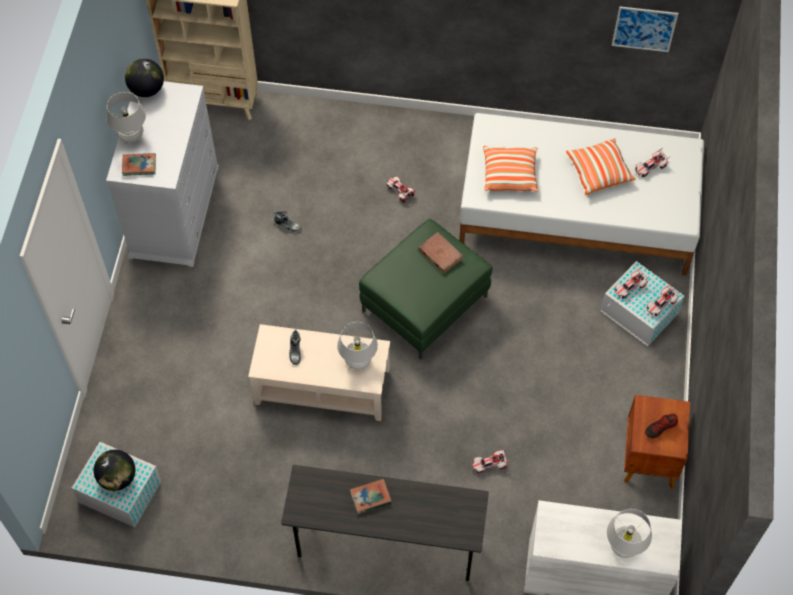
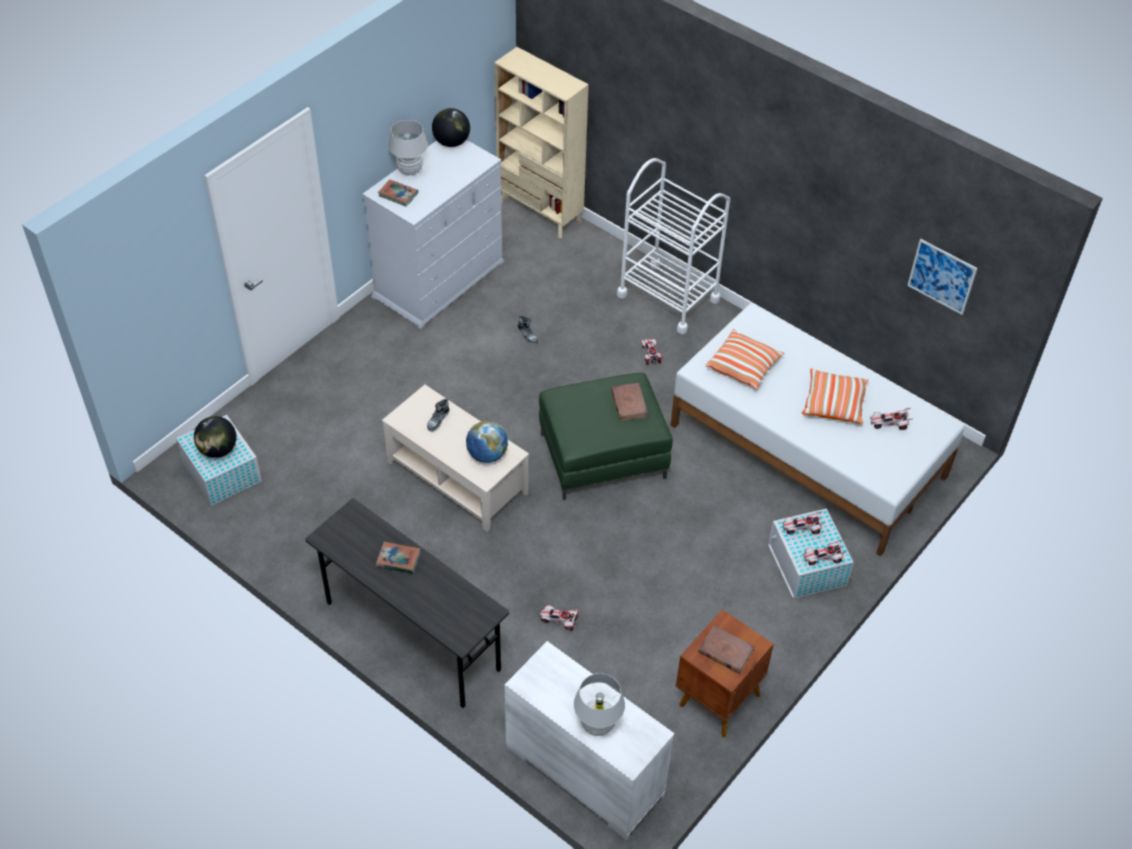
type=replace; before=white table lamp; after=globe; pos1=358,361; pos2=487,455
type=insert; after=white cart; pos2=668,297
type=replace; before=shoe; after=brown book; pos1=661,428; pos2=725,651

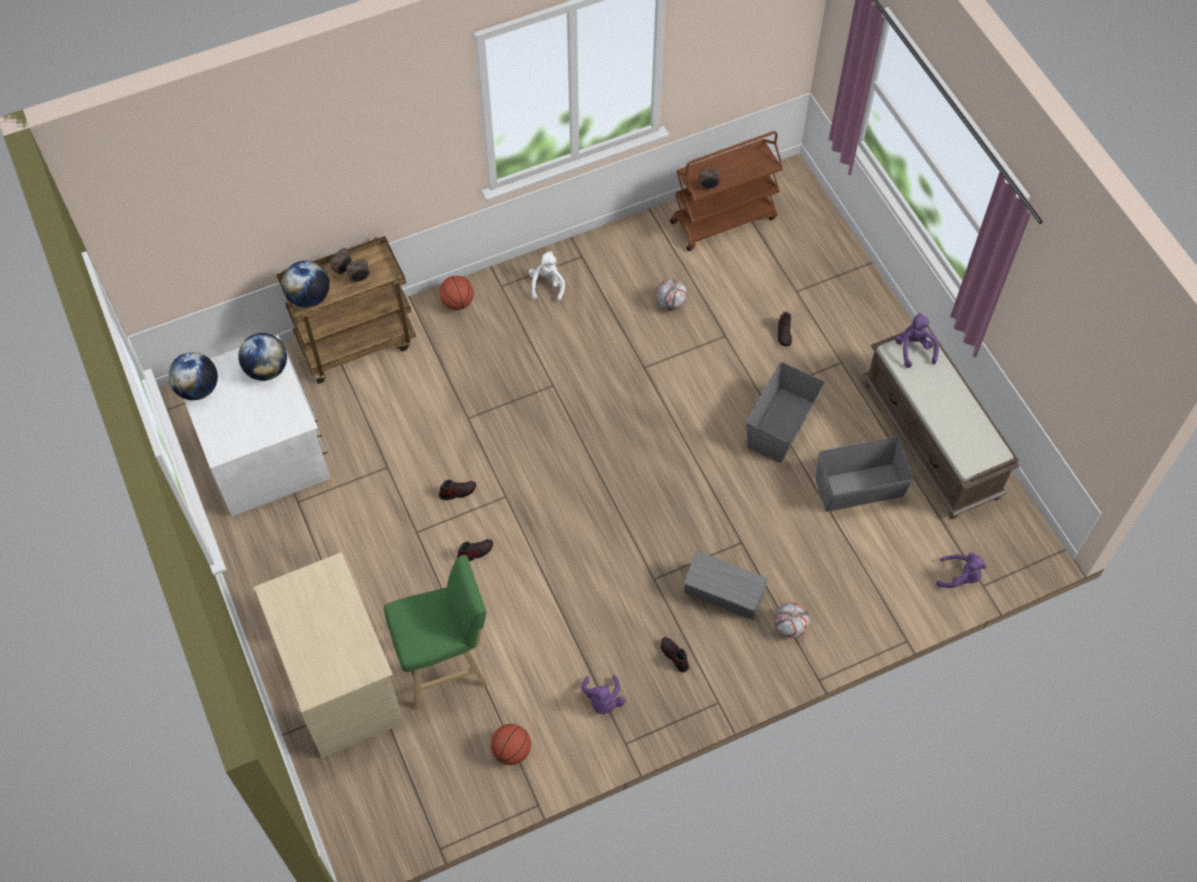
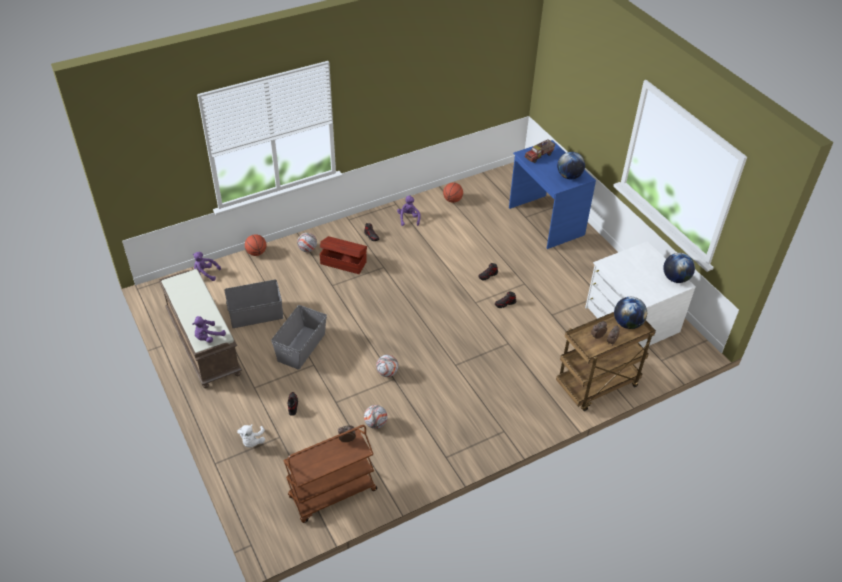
type=rotate; before=purple plush toy; pos1=914,349; pos2=208,337; turn=60
type=move; before=white plush toy; pos1=547,285; pos2=252,441
type=move; before=basketball; pos1=457,302; pos2=256,253
type=recolor; before=grey storage box; after=brown storage box; pos1=724,593; pos2=343,262
type=insert; after=football; pos2=387,373
type=recolor; before=beige desk; after=blue desk; pos1=341,681; pos2=545,221
type=insert; after=toy truck; pos2=539,156
type=move; before=globe; pos1=267,369; pos2=569,176
type=delete; before=green stool; pos1=446,664

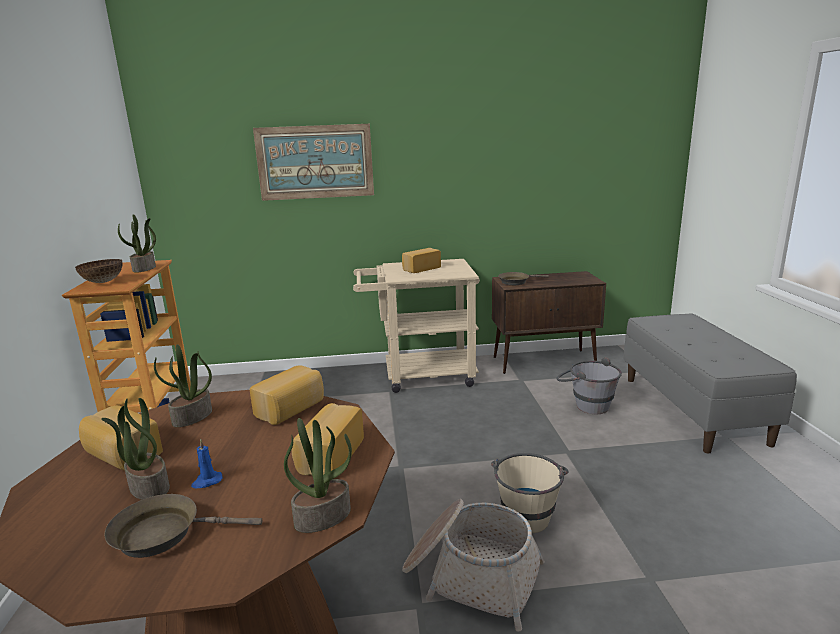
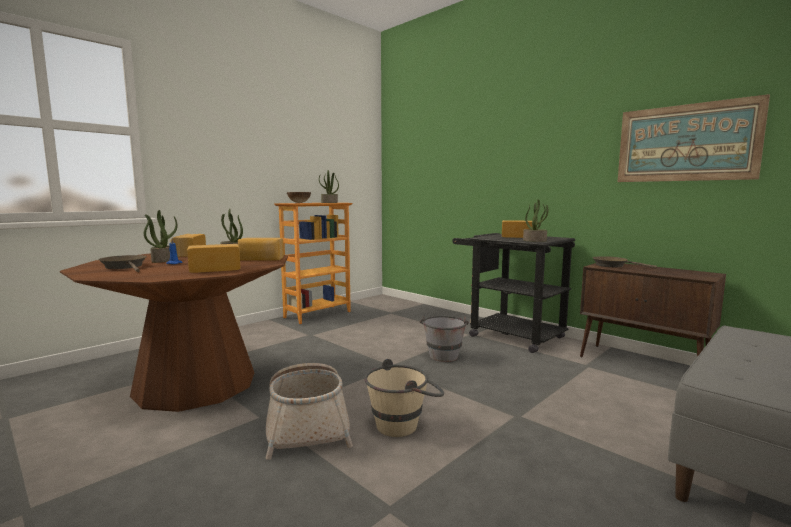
type=move; before=grey bucket; pos1=586,404; pos2=443,354
type=recolor; before=beige cart; after=black cart; pos1=420,375; pos2=508,335
type=move; before=potted plant; pos1=323,516; pos2=535,241
type=move; before=picture; pos1=315,162; pos2=685,143

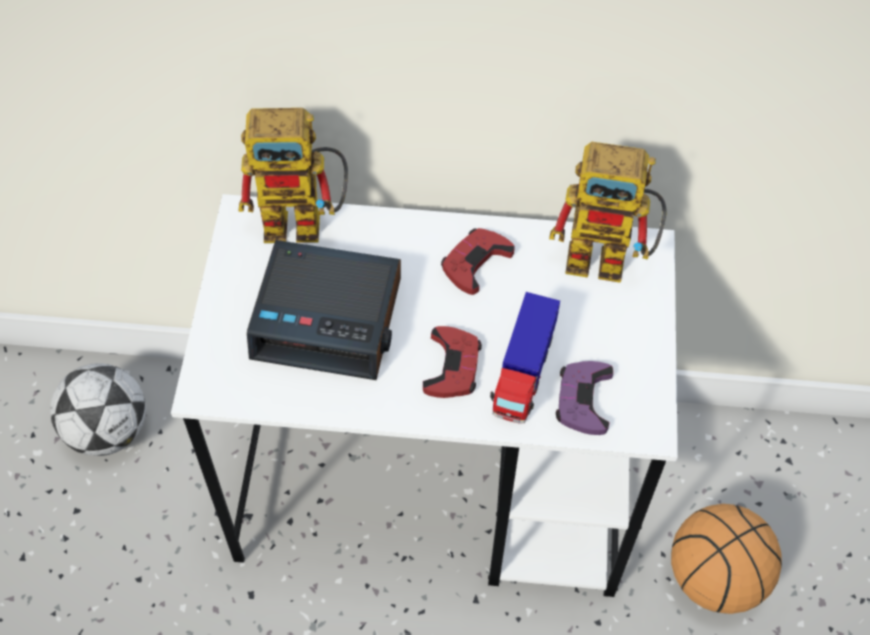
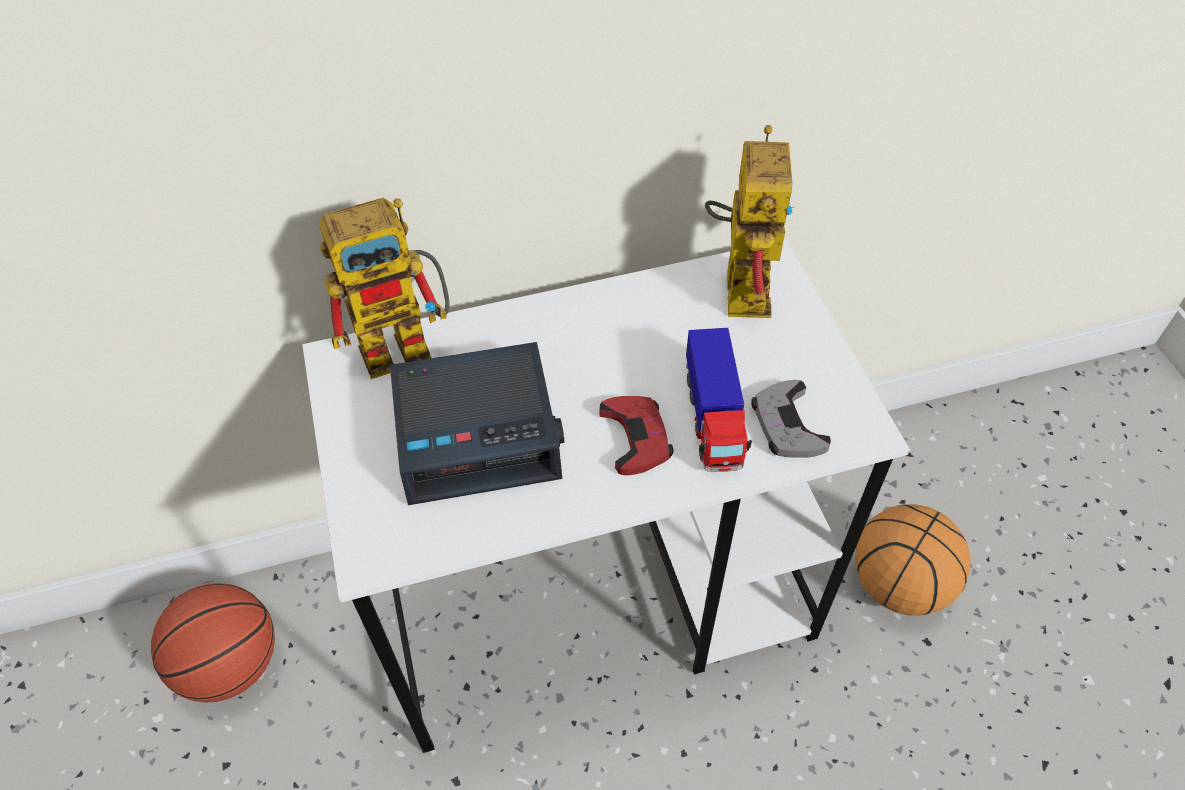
type=replace; before=football; after=basketball; pos1=108,430; pos2=231,664
type=rotate; before=toy robot; pos1=610,258; pos2=740,283; turn=-75
type=recolor; before=purple game controller; after=grey game controller; pos1=583,400; pos2=787,425
type=delete; before=red game controller; pos1=475,263

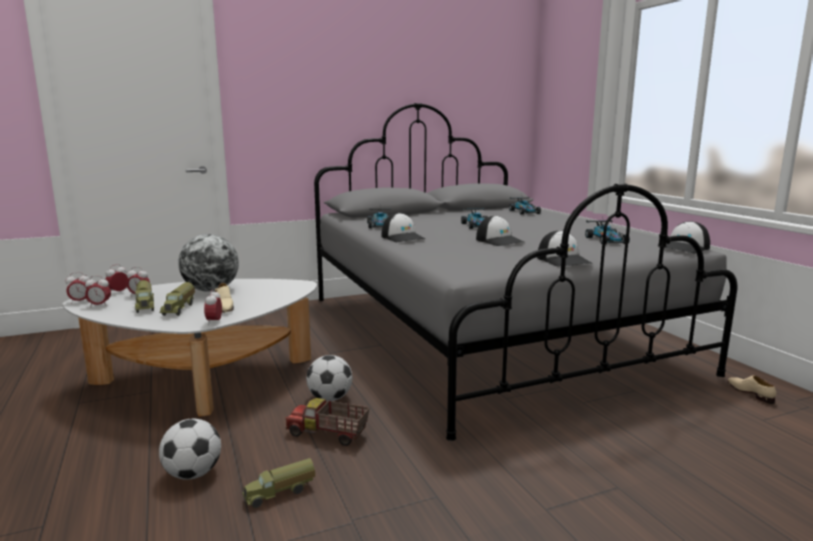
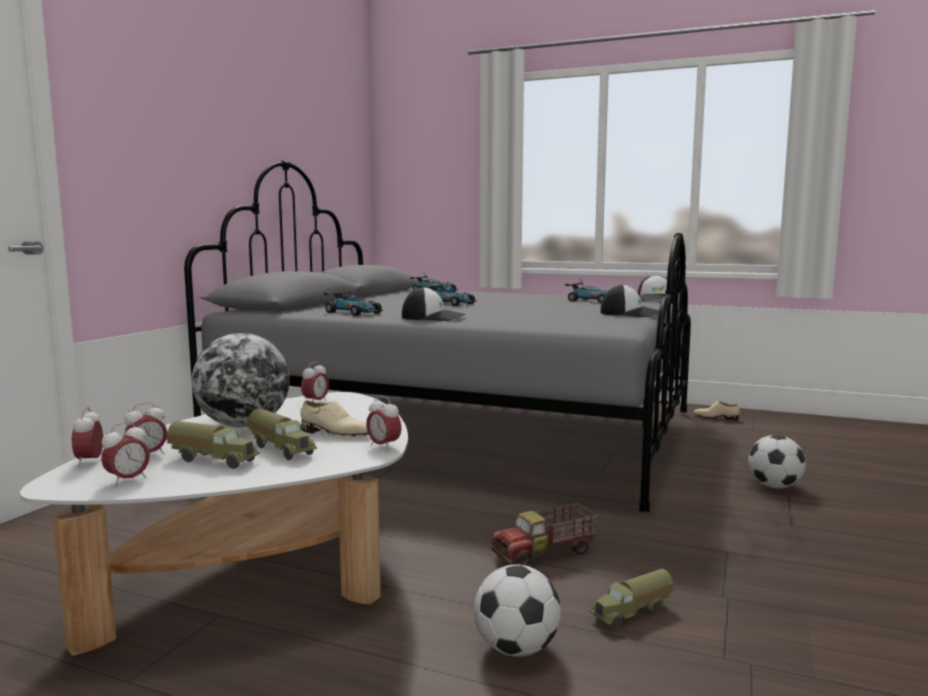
type=move; before=alarm clock; pos1=80,301; pos2=315,402
type=rotate; before=toy truck; pos1=280,494; pos2=632,614; turn=45
type=move; before=football; pos1=330,398; pos2=774,486
type=delete; before=cap; pos1=499,241

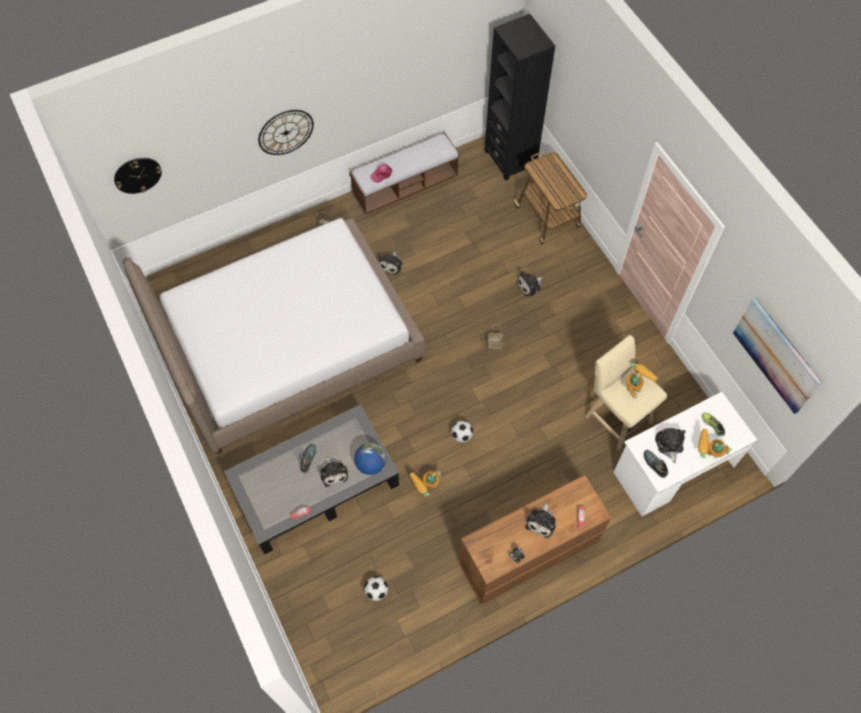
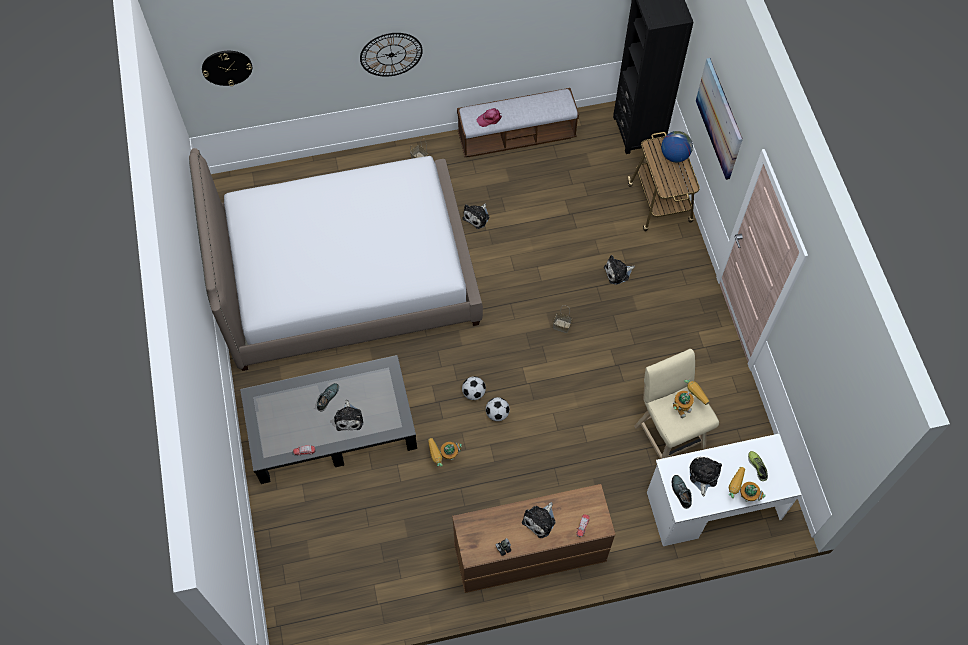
type=move; before=football; pos1=376,591; pos2=474,393
type=move; before=globe; pos1=370,464; pos2=674,155
type=move; before=picture; pos1=776,355; pos2=720,118

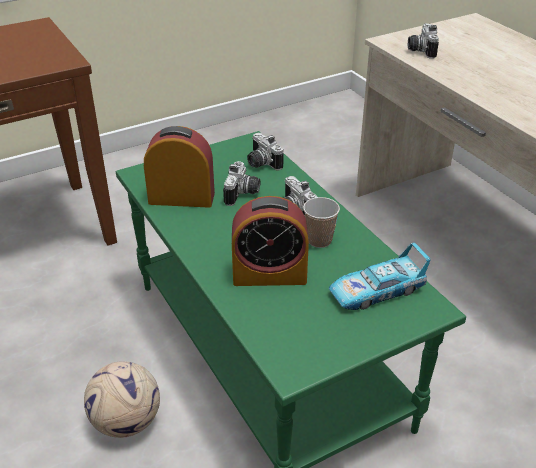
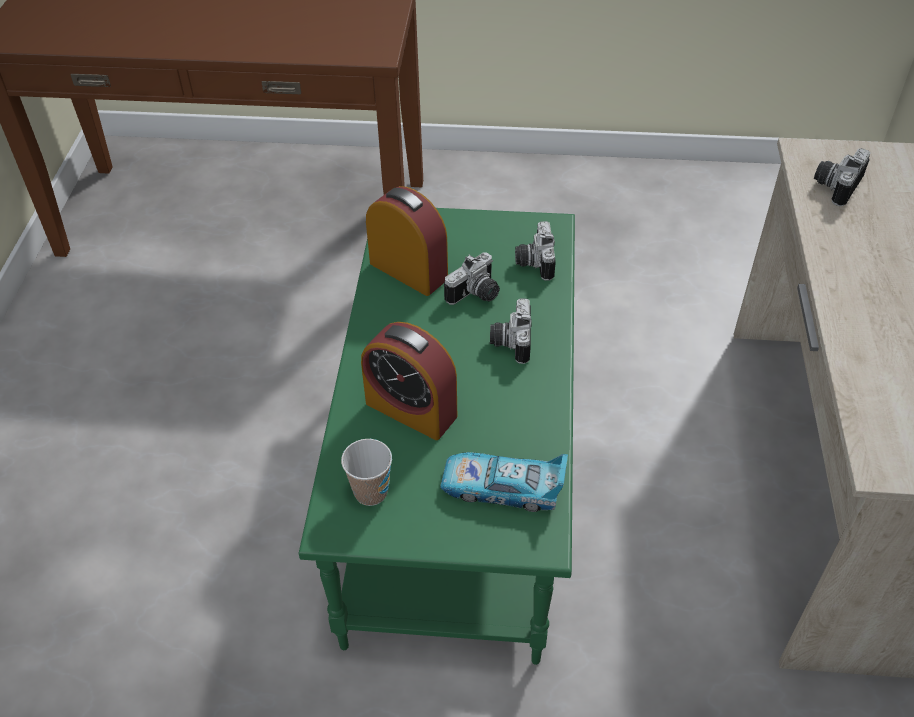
type=move; before=cup; pos1=319,240; pos2=371,492
type=delete; before=football; pos1=126,422

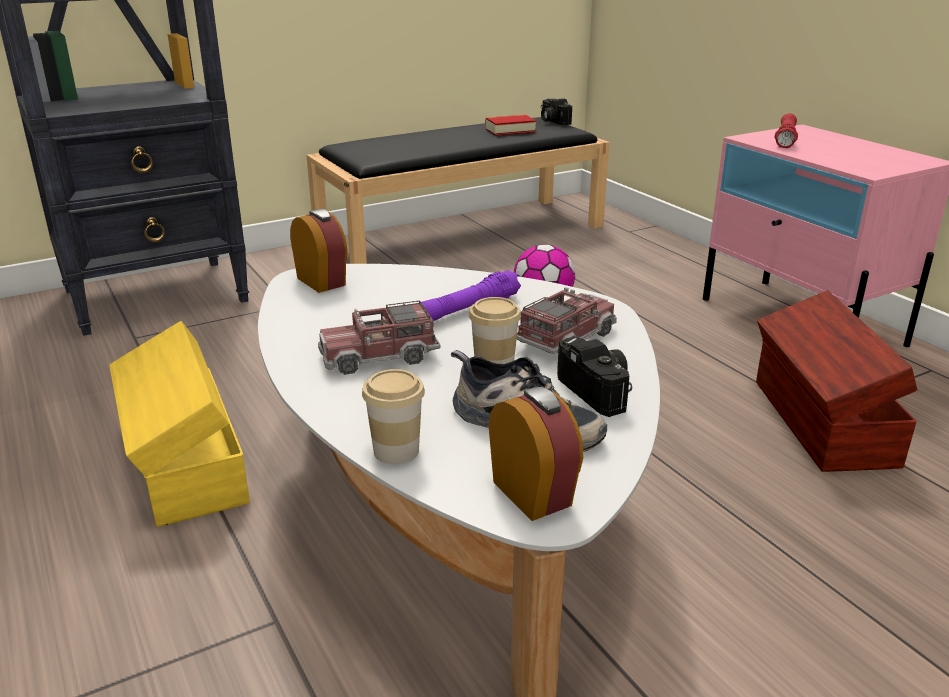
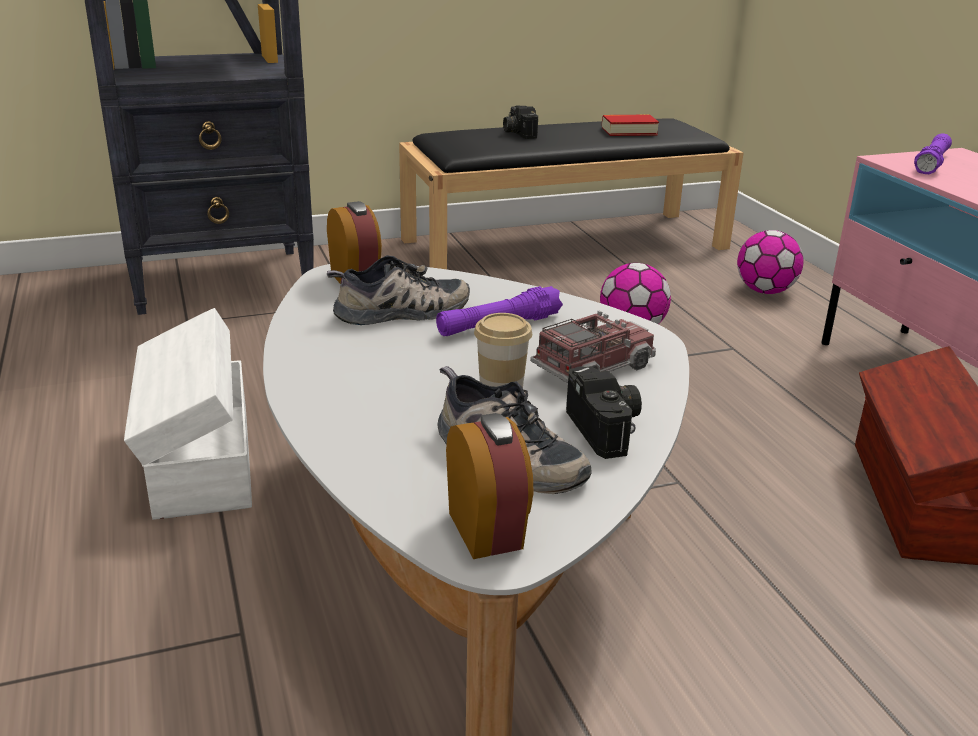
type=recolor; before=yellow storage box; after=white storage box; pos1=186,465; pos2=199,460
type=insert; after=shoe; pos2=402,312
type=move; before=photo camera; pos1=552,121; pos2=517,133
type=insert; after=football; pos2=765,291
type=recolor; before=red flashlight; after=purple flashlight; pos1=785,139; pos2=932,163
type=delete; before=toy truck; pos1=379,356
type=delete; before=cup; pos1=396,451

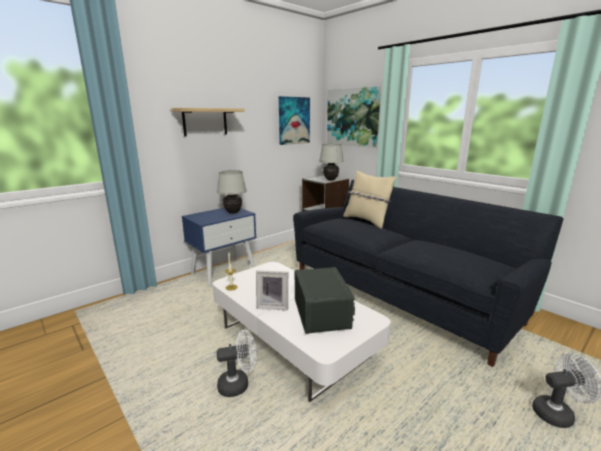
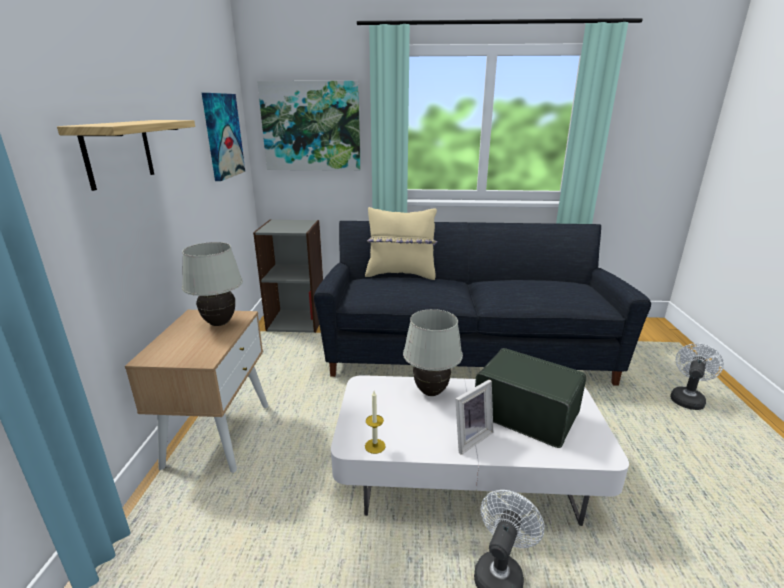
type=recolor; before=blue nightstand; after=beige nightstand; pos1=223,272; pos2=218,434
type=move; before=white table lamp; pos1=331,180; pos2=431,392

